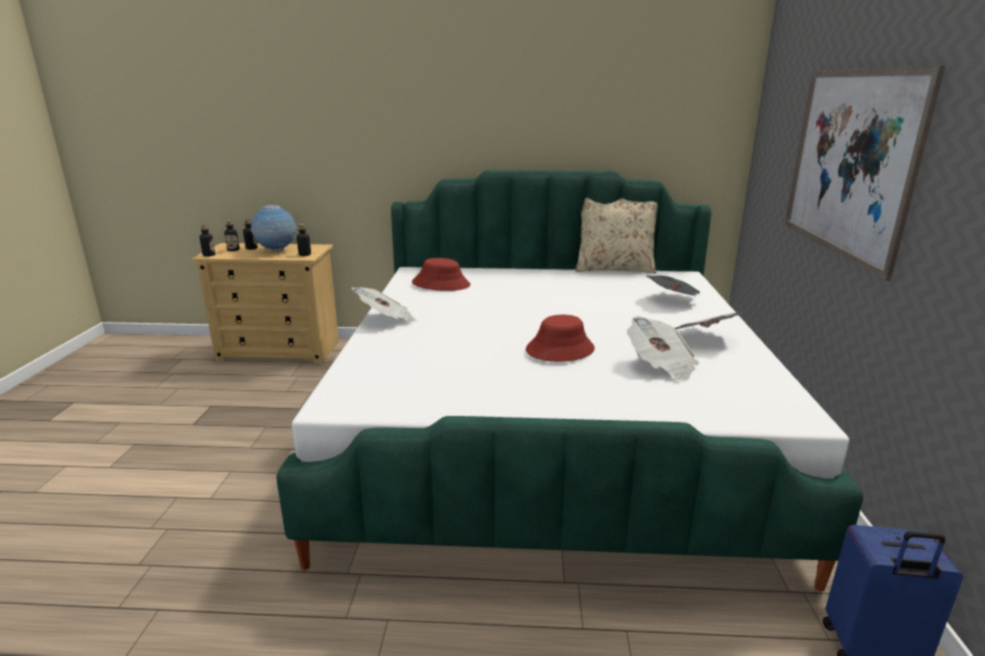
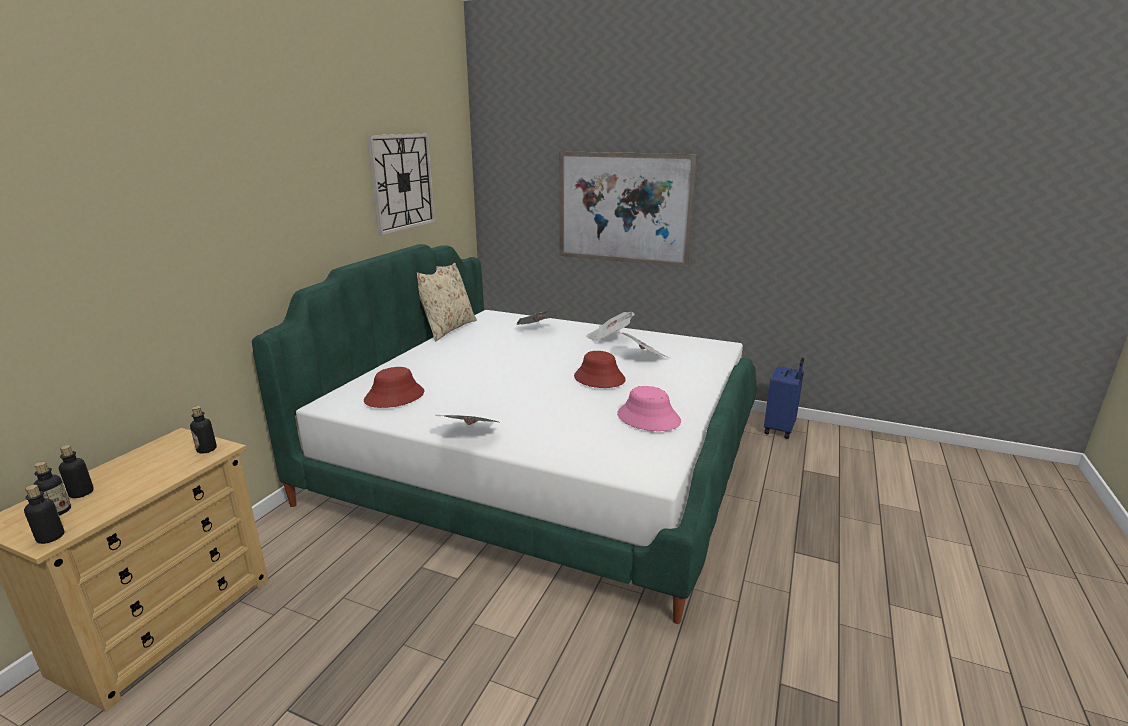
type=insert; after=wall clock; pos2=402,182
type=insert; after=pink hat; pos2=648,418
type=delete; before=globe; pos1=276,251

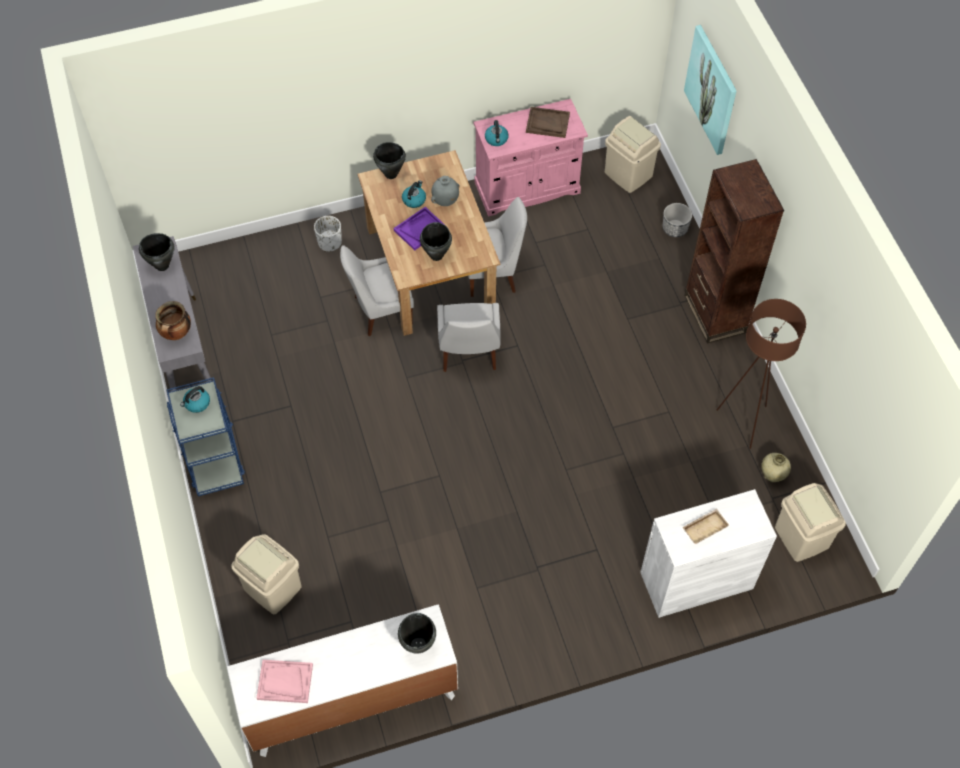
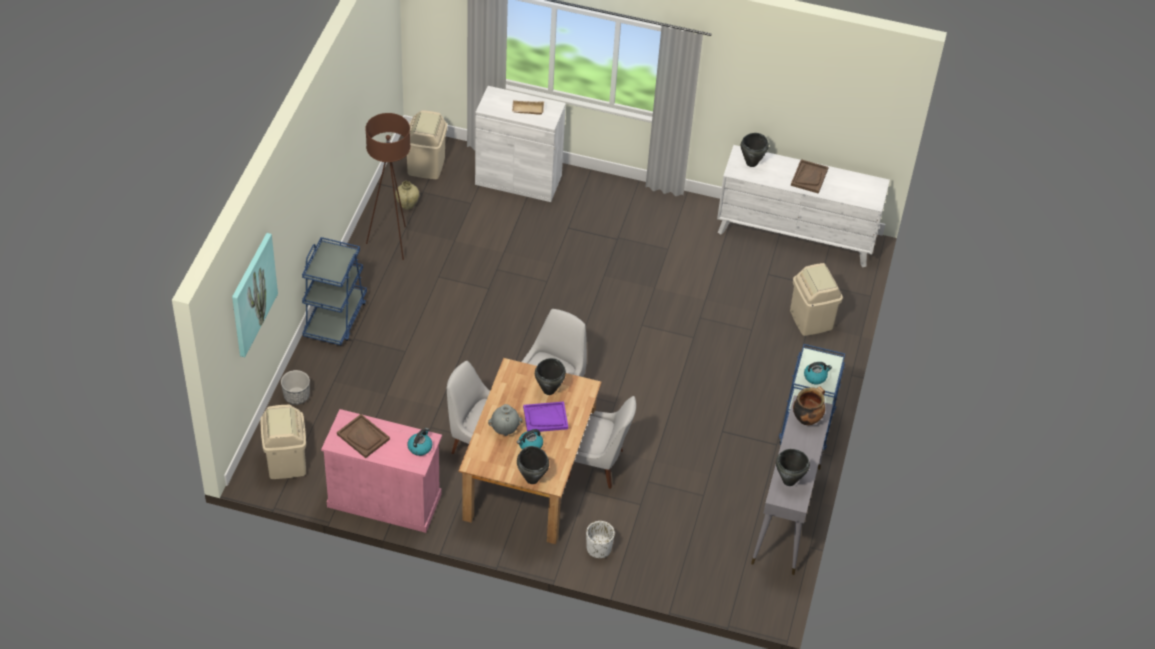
type=replace; before=brown bookcase; after=blue cart; pos1=714,314; pos2=335,318
type=insert; after=brown tray; pos2=809,177
type=delete; before=pink tray; pos1=285,682

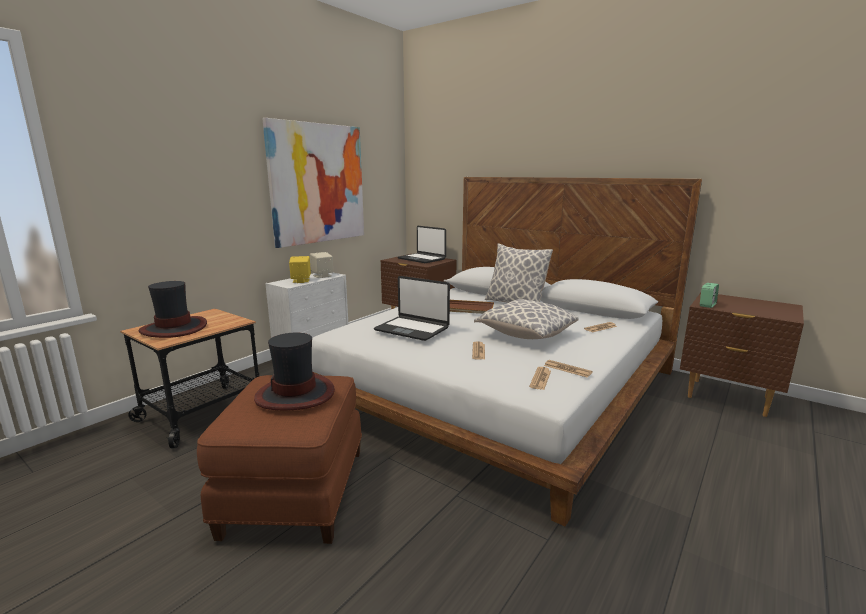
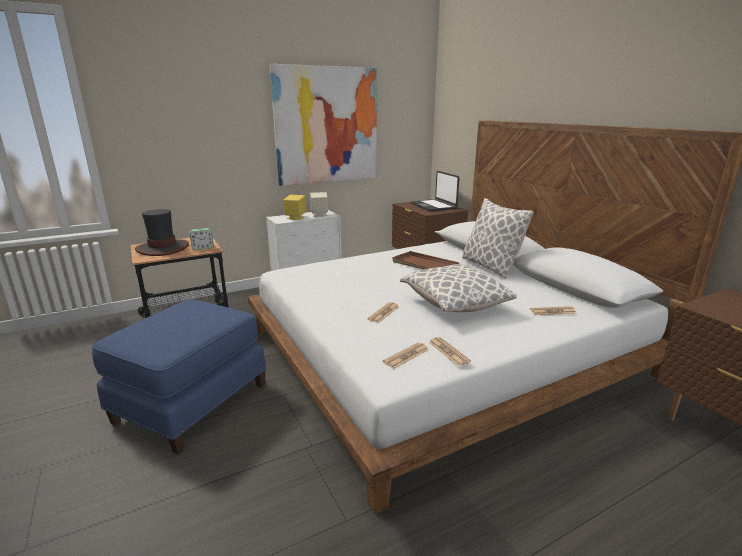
type=recolor; before=brown ottoman; after=blue ottoman; pos1=293,490; pos2=191,401
type=move; before=alarm clock; pos1=707,305; pos2=202,248
type=delete; before=hat; pos1=295,394
type=delete; before=laptop; pos1=412,329

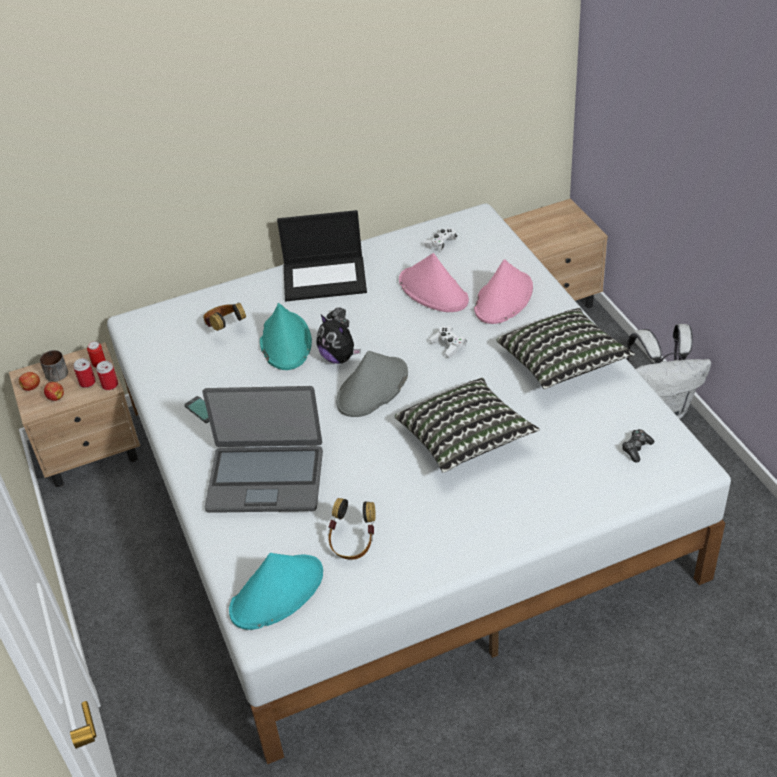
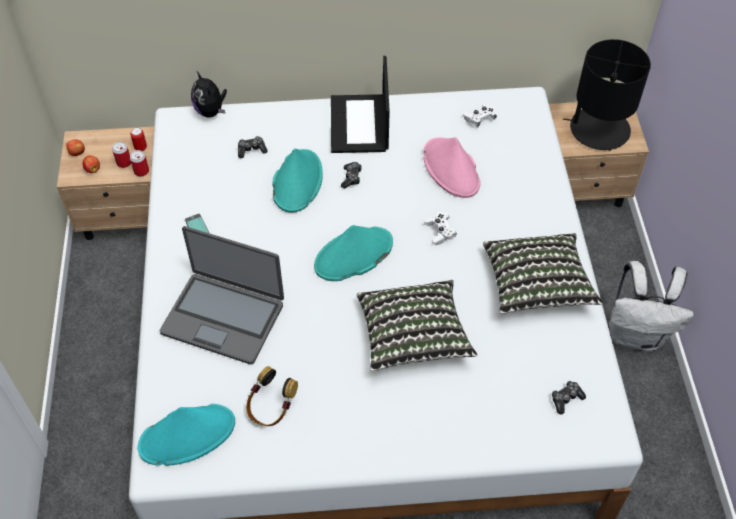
type=move; before=plush toy; pos1=339,357; pos2=211,111
type=replace; before=headphones; after=game controller; pos1=225,327; pos2=251,150
type=recolor; before=grey hat; after=turquoise hat; pos1=372,388; pos2=353,255
type=rotate; before=laptop; pos1=325,278; pos2=360,125; turn=75
type=insert; after=black table lamp; pos2=598,129
type=delete; before=mug; pos1=57,376
type=delete; before=pink hat; pos1=503,298

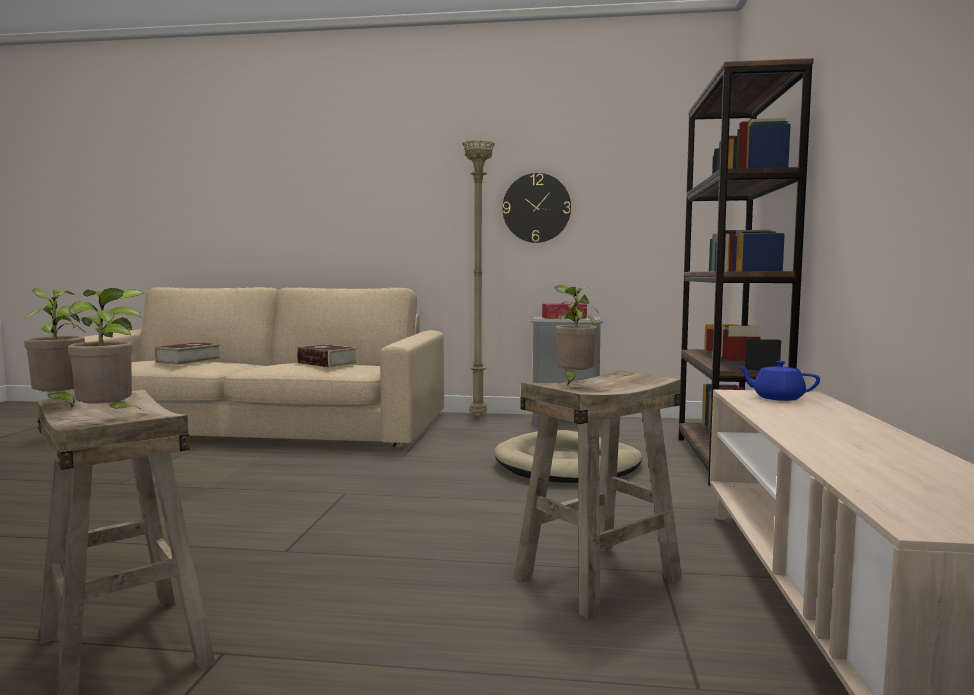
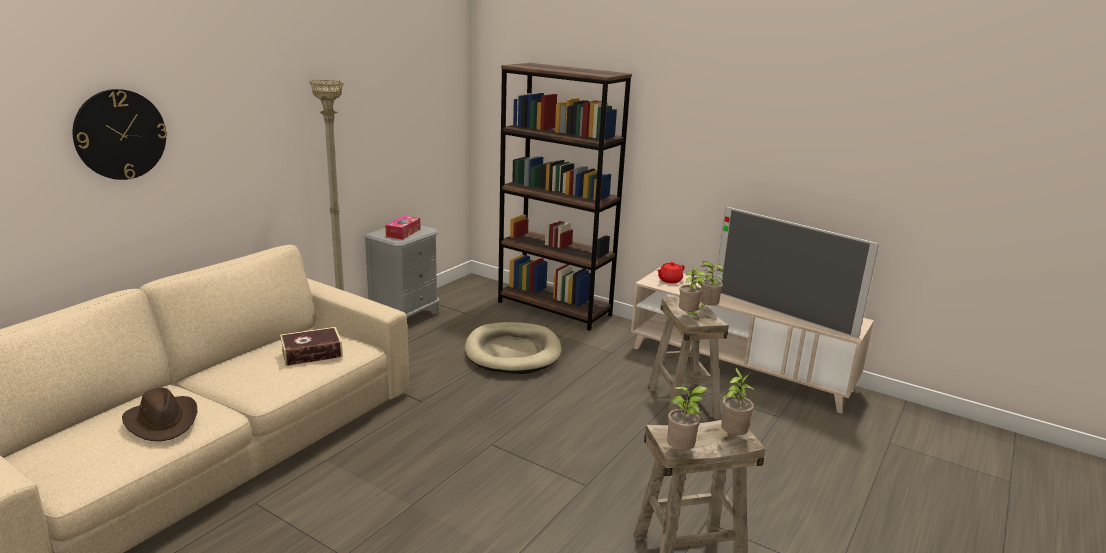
type=move; before=wall clock; pos1=536,208; pos2=120,134
type=replace; before=book; after=brown hat; pos1=188,361; pos2=162,421
type=recolor; before=blue teapot; after=red teapot; pos1=777,398; pos2=669,280
type=insert; after=potted plant; pos2=707,309
type=insert; after=television; pos2=781,313

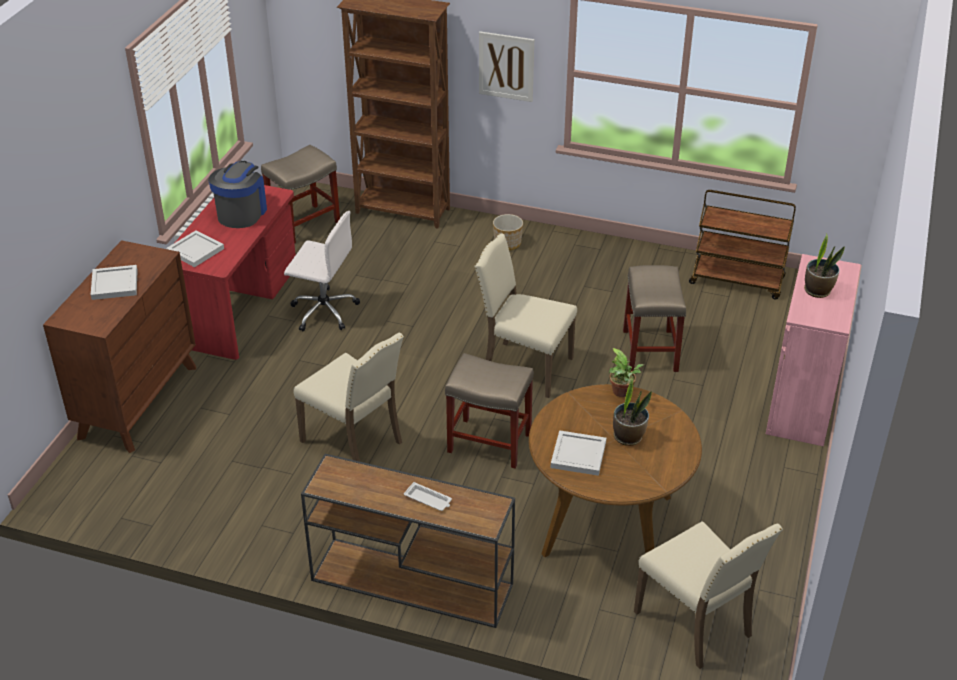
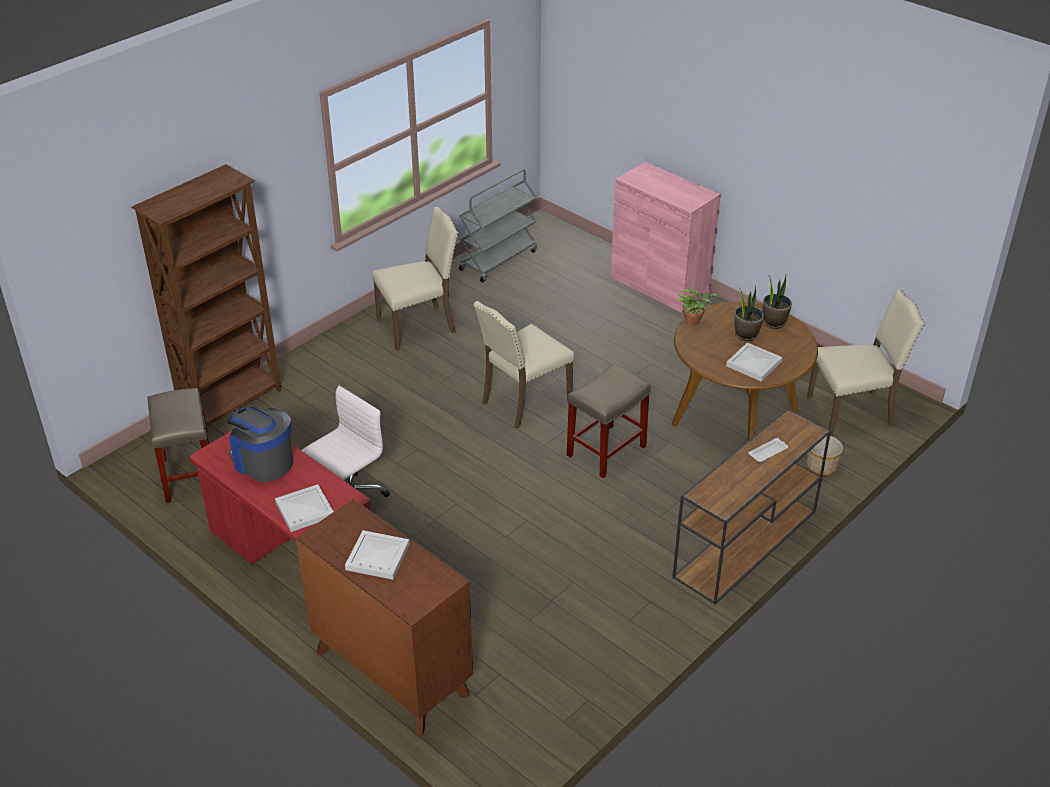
type=move; before=beige chair; pos1=354,441; pos2=418,326
type=recolor; before=brown cart; after=grey cart; pos1=737,281; pos2=498,260
type=move; before=potted plant; pos1=818,291; pos2=774,322
type=move; before=planter; pos1=507,243; pos2=821,467
type=delete; before=picture; pos1=506,66
type=delete; before=beige stool; pos1=650,351

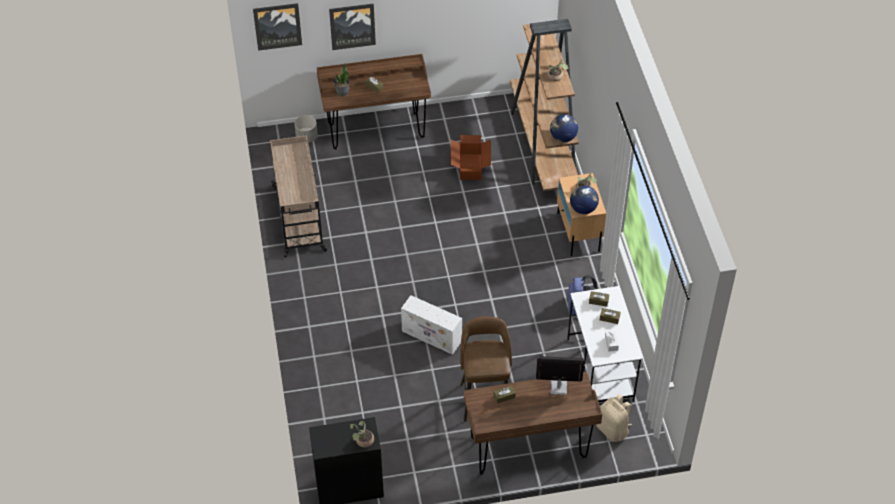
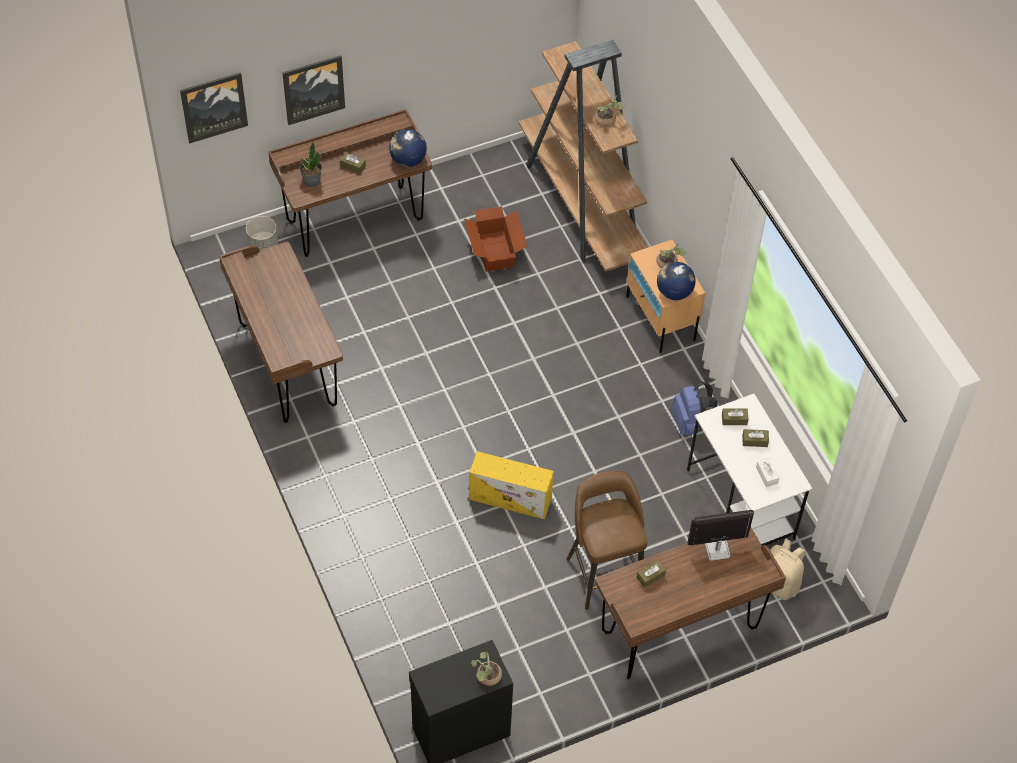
type=replace; before=beige cart; after=brown desk; pos1=299,219; pos2=287,366
type=move; before=globe; pos1=563,138; pos2=408,160
type=recolor; before=white storage box; after=yellow storage box; pos1=432,336; pos2=511,499

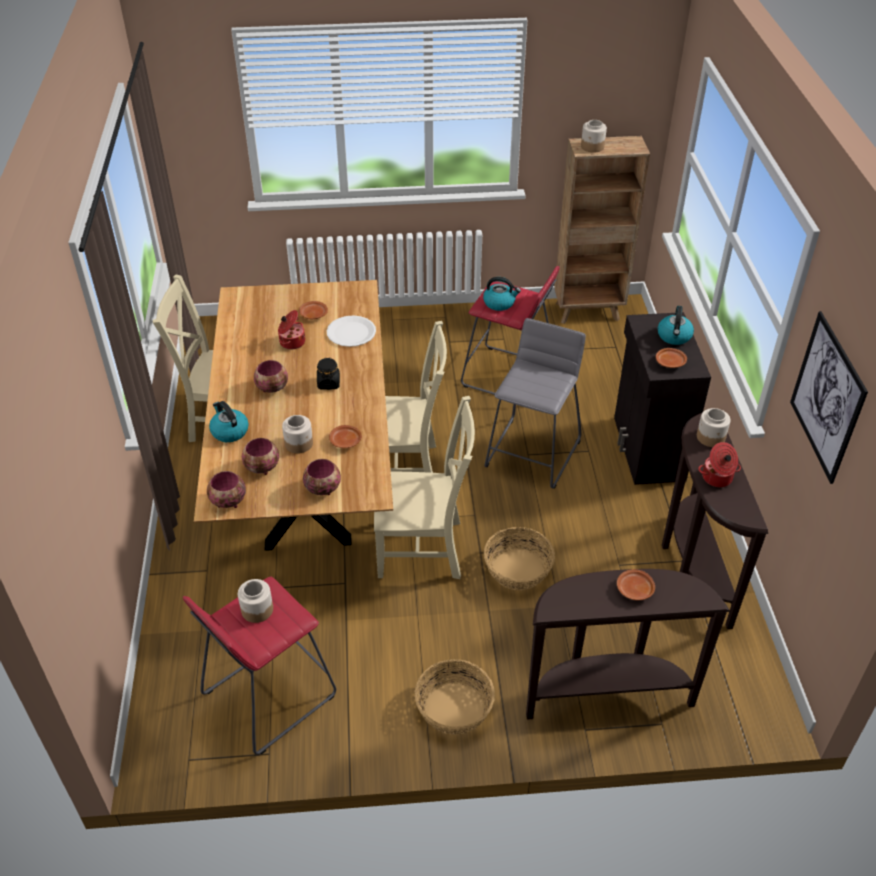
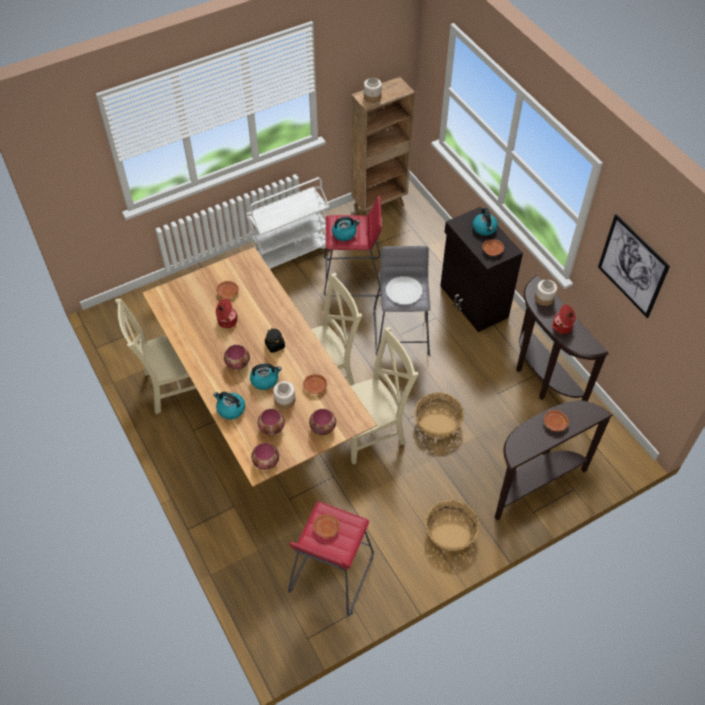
type=insert; after=white cart; pos2=290,252
type=insert; after=kettle; pos2=265,380
type=replace; before=jar; after=brown plate; pos1=257,609; pos2=326,528
type=move; before=white plate; pos1=351,332; pos2=404,291

